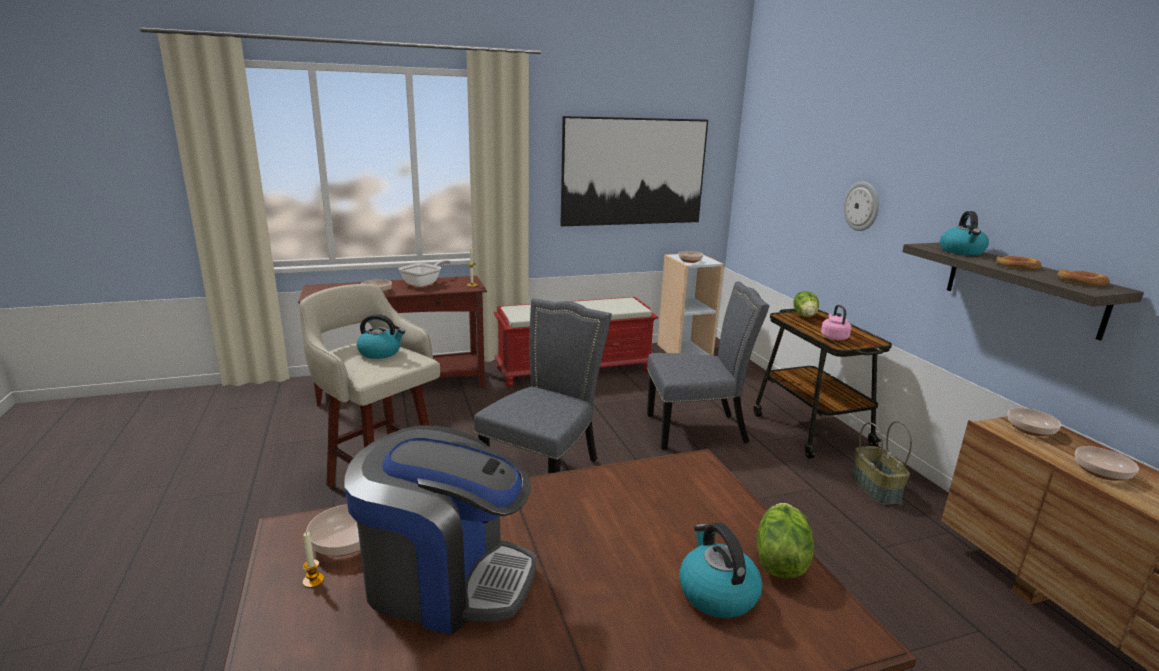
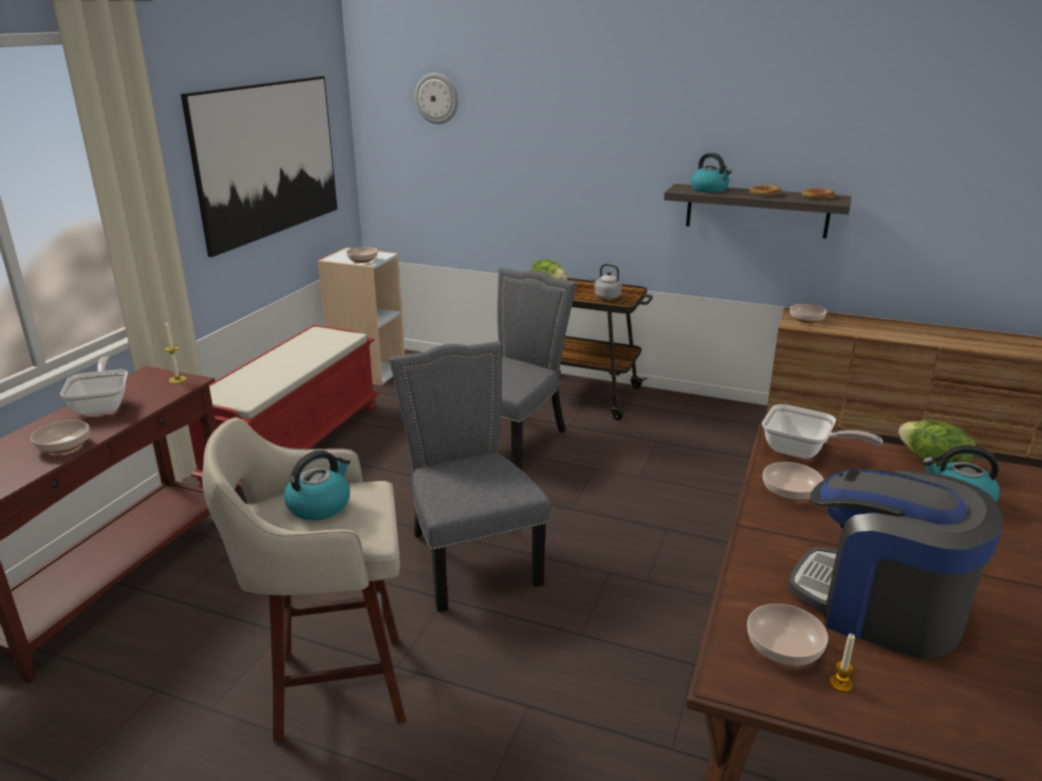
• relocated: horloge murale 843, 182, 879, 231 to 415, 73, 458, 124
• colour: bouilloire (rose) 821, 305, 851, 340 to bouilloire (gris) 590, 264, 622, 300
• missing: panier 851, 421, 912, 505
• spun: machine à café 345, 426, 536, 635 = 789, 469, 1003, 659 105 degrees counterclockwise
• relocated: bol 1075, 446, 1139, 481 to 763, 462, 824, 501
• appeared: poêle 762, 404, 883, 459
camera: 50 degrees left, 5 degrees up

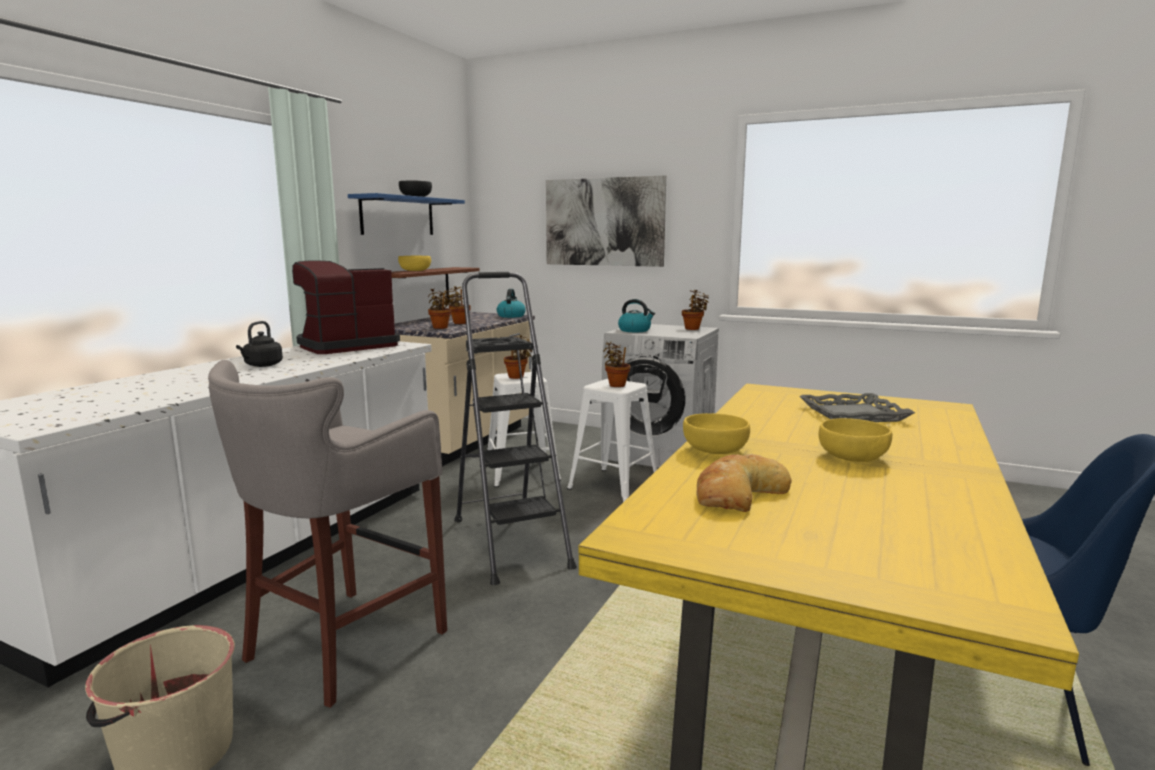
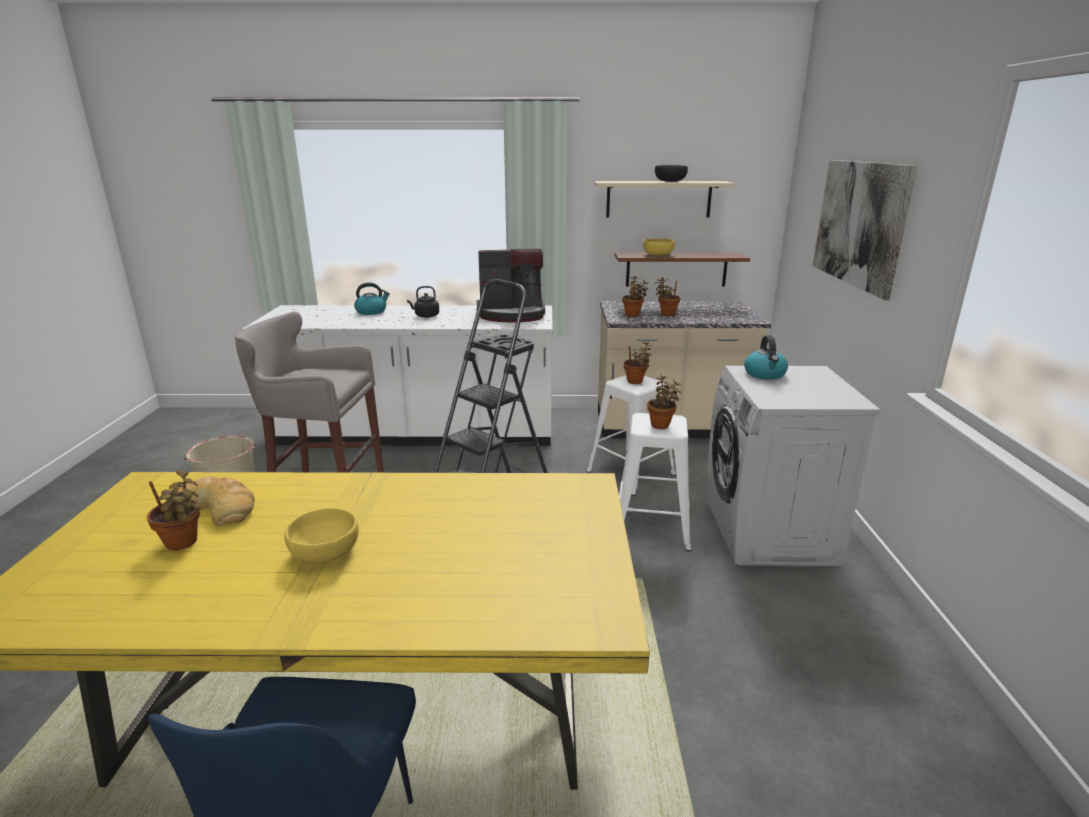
• colour: étagère (bleu) 348, 193, 465, 235 to étagère (beige) 594, 181, 735, 218
• spun: machine à café 292, 260, 400, 354 = 477, 248, 545, 323 150 degrees clockwise
• relocated: bouilloire 497, 289, 526, 318 to 354, 282, 390, 315
• relocated: plante en pot 682, 290, 709, 330 to 147, 470, 200, 550
• missing: plateau (gris) 800, 393, 915, 422
• missing: bol (jaune) 683, 413, 750, 454
camera: 65 degrees right, 10 degrees up

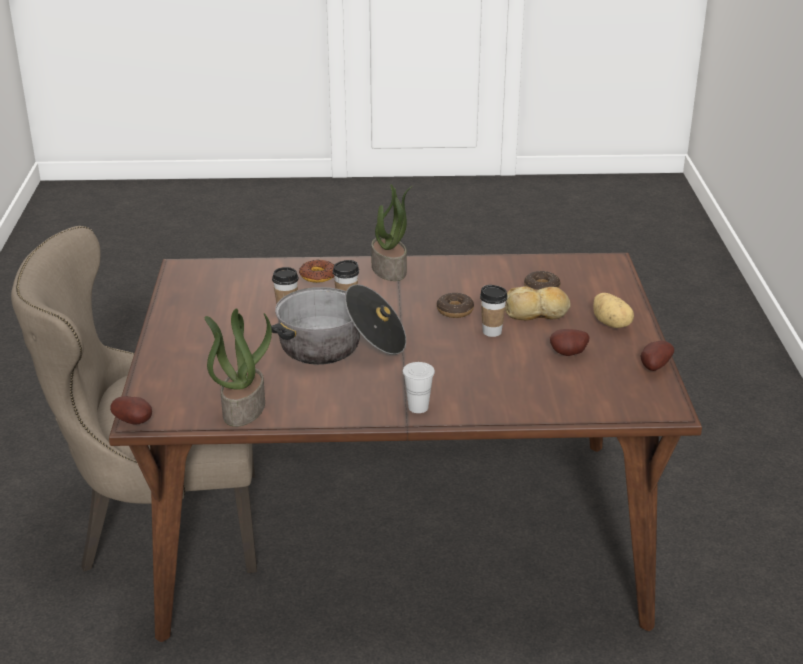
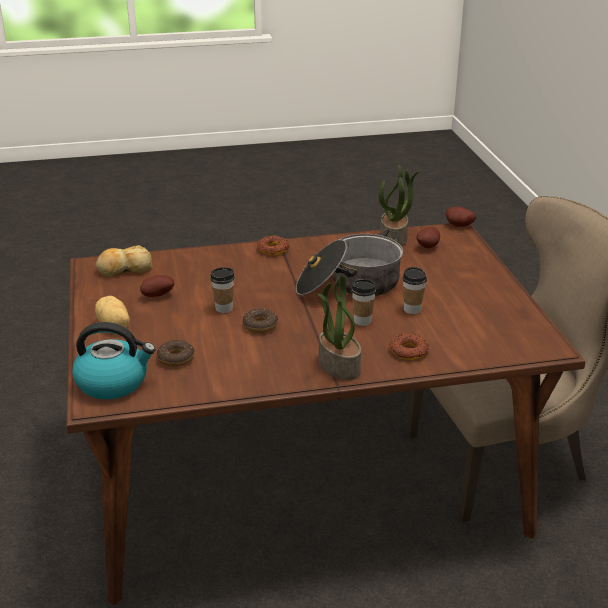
• relocated: pain 505, 286, 570, 321 to 96, 245, 152, 277
• relocated: pomme de terre 640, 341, 674, 371 to 416, 226, 440, 248
• exchanged: tasse (blanc) 403, 362, 435, 413 to beignet 257, 236, 289, 255
• appeared: bouilloire 72, 322, 155, 399
camera: 170 degrees right, 0 degrees up

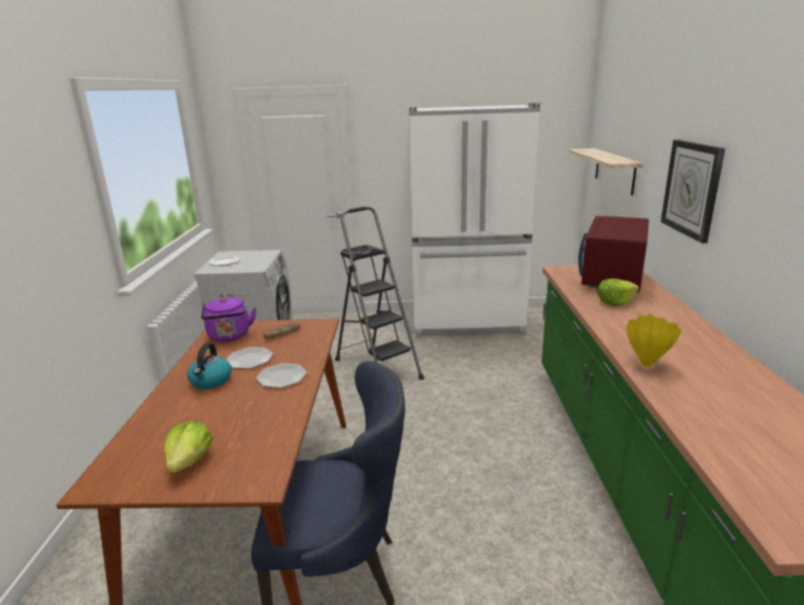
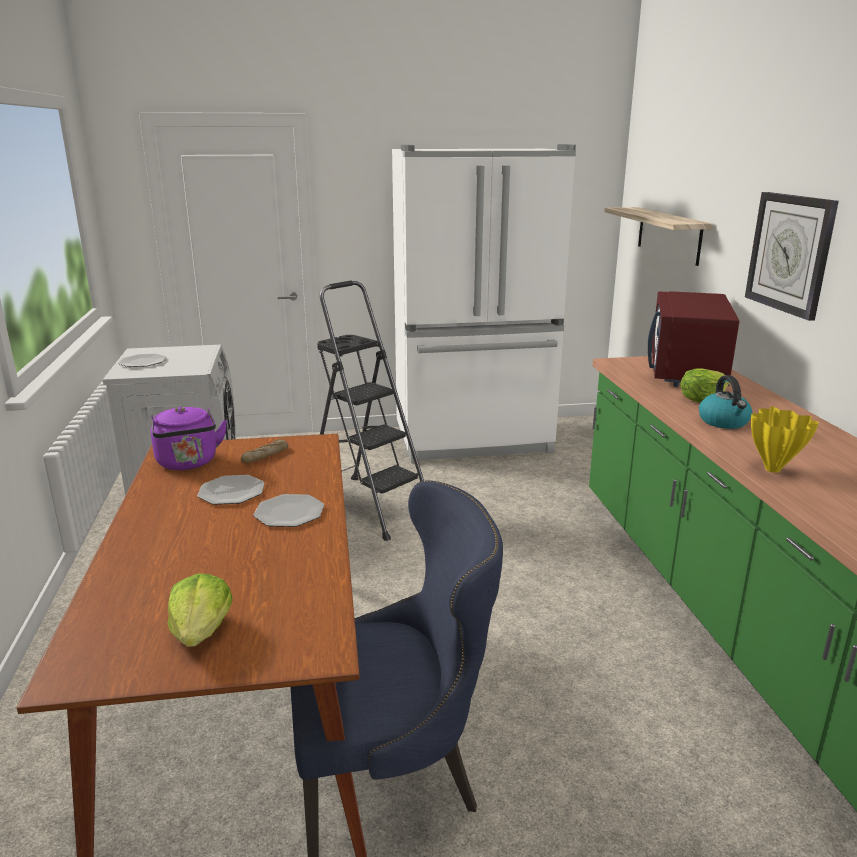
• relocated: bouilloire 187, 343, 232, 389 to 699, 375, 752, 429
camera: 10 degrees left, 0 degrees up

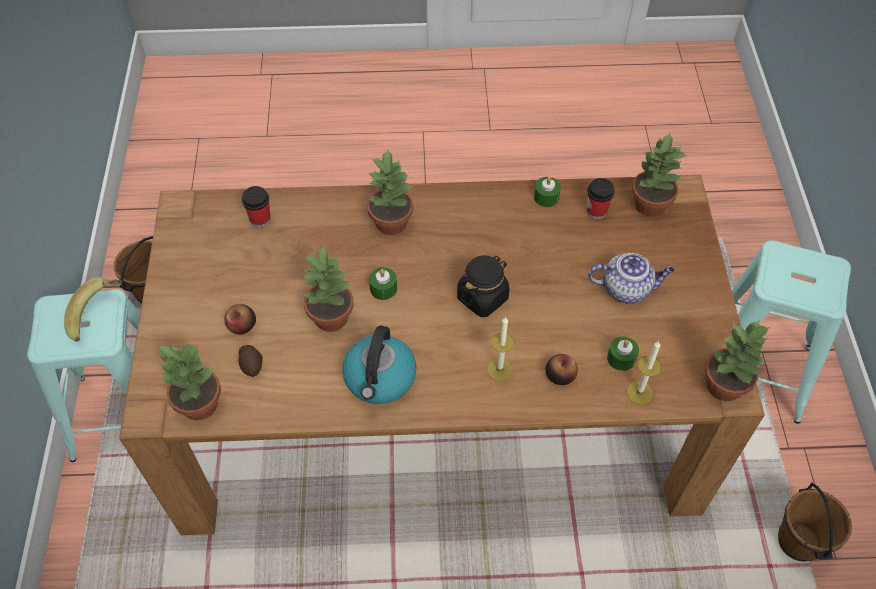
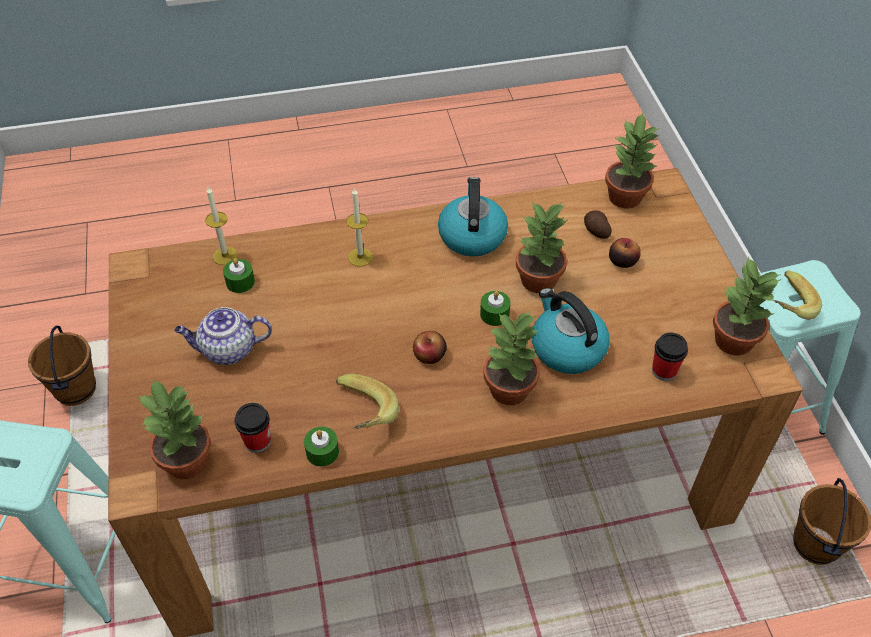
• missing: bocal (noir) 457, 256, 510, 317
• relocated: plante en pot 704, 320, 770, 401 to 713, 257, 781, 356
• relocated: pomme 546, 354, 578, 385 to 413, 331, 447, 364
• appeared: bouilloire 532, 288, 610, 374
• appeared: banane 336, 374, 399, 429
camera: 170 degrees right, 5 degrees down

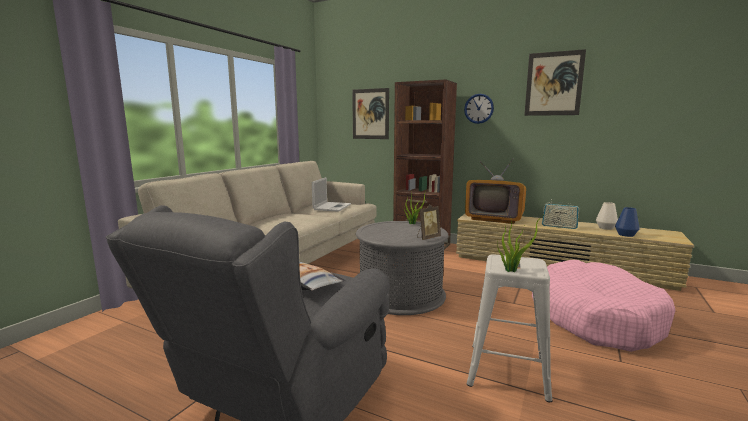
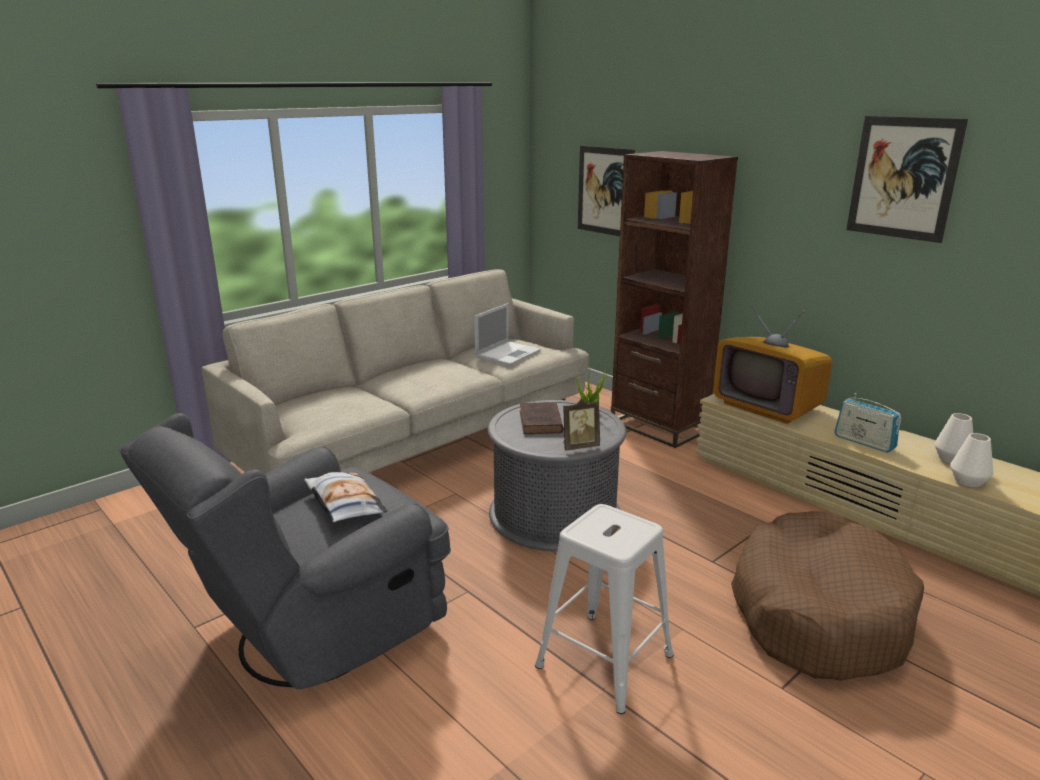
• missing: horloge murale 464, 94, 494, 124
• colour: vase (bleu) 615, 207, 640, 237 to vase (blanc) 950, 433, 993, 487
• missing: plante en pot 497, 215, 543, 272
• colour: panier pour chien (rose) 532, 260, 675, 352 to panier pour chien (marron) 731, 511, 924, 681
• appeared: livre (marron) 520, 402, 563, 434
camera: 20 degrees right, 10 degrees up

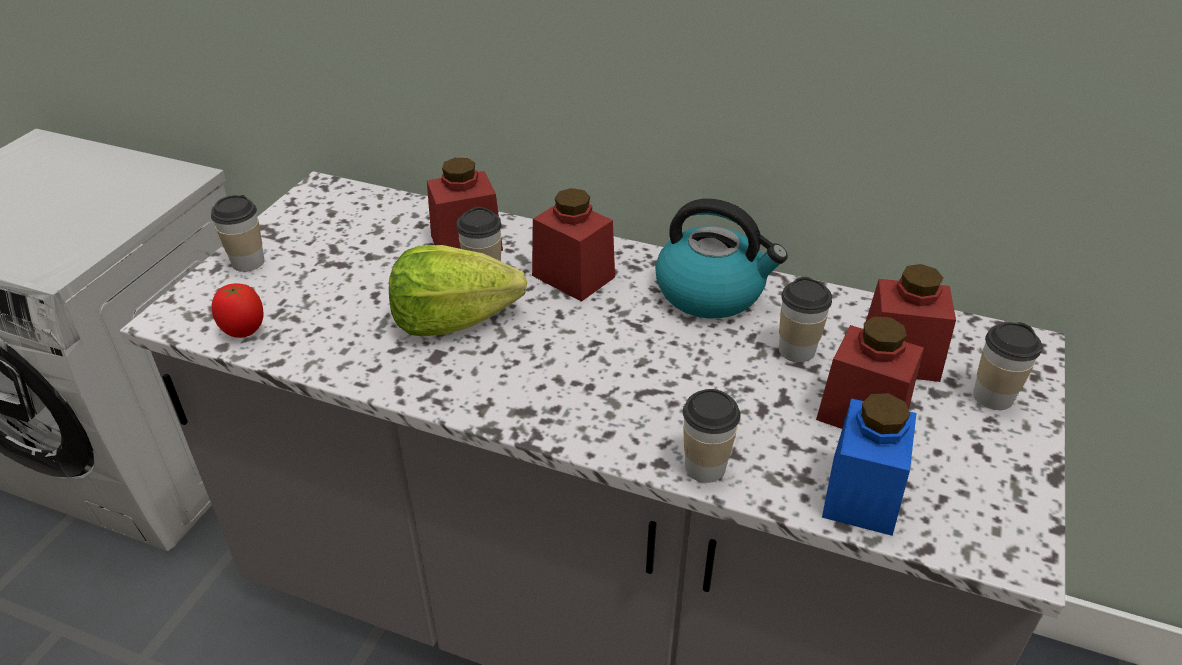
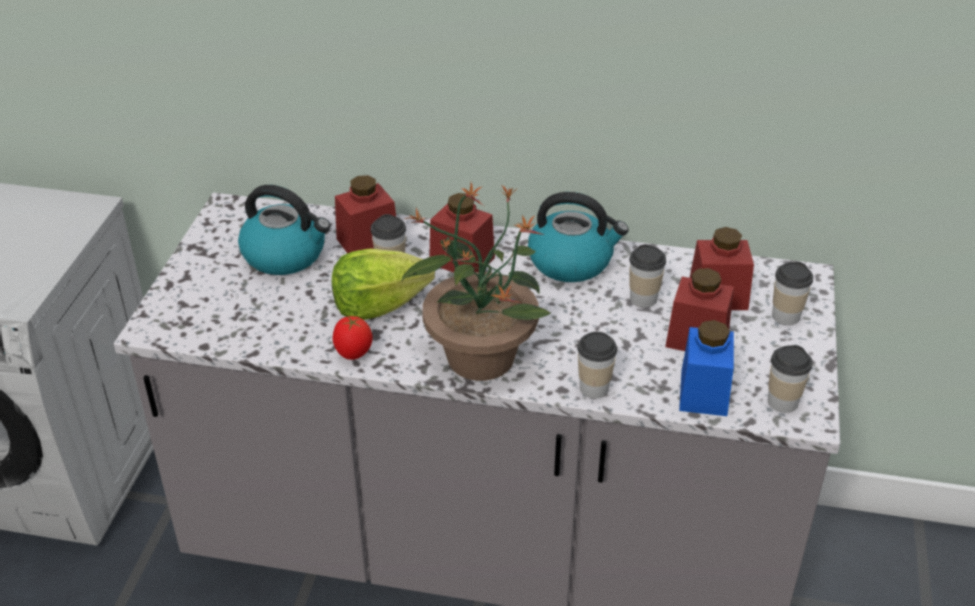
• relocated: tasse 211, 195, 265, 272 to 768, 345, 813, 413
• relocated: tomate 211, 283, 263, 338 to 332, 316, 372, 360
• appeared: plante en pot 401, 183, 551, 381
• appeared: bouilloire 238, 185, 330, 275
camera: 10 degrees left, 0 degrees up

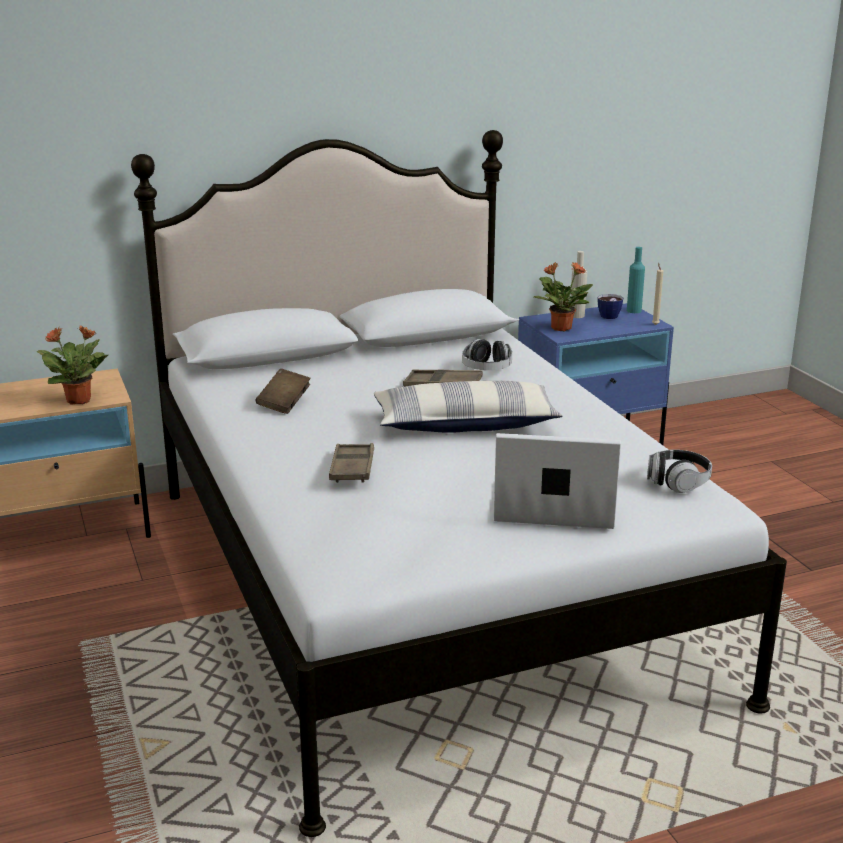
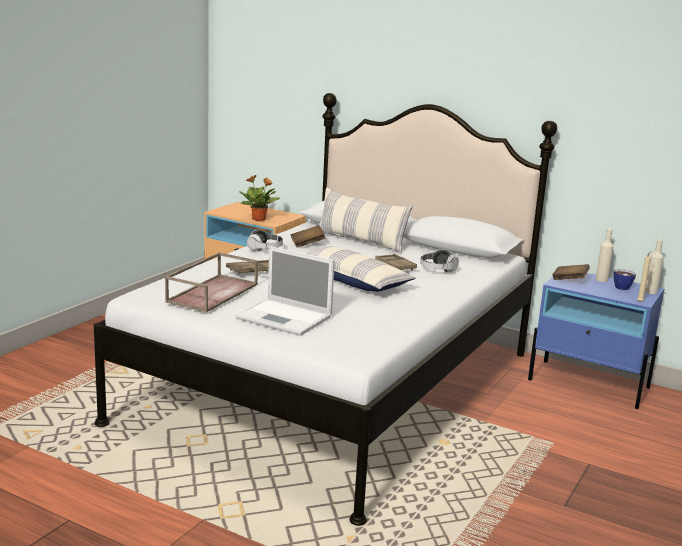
• colour: bouteille (turquoise) 627, 247, 645, 313 to bouteille (beige) 645, 239, 664, 294
• exchanged: plante en pot 533, 262, 593, 331 to livre (marron) 552, 264, 590, 280
• spun: ordinateur portable 494, 433, 621, 529 = 236, 246, 335, 336 150 degrees clockwise
• relocated: casque audio 647, 450, 712, 493 to 247, 230, 283, 251
• appeared: coussin 319, 188, 412, 253
• appeared: plateau (marron) 165, 252, 258, 312
camera: 50 degrees right, 5 degrees down

